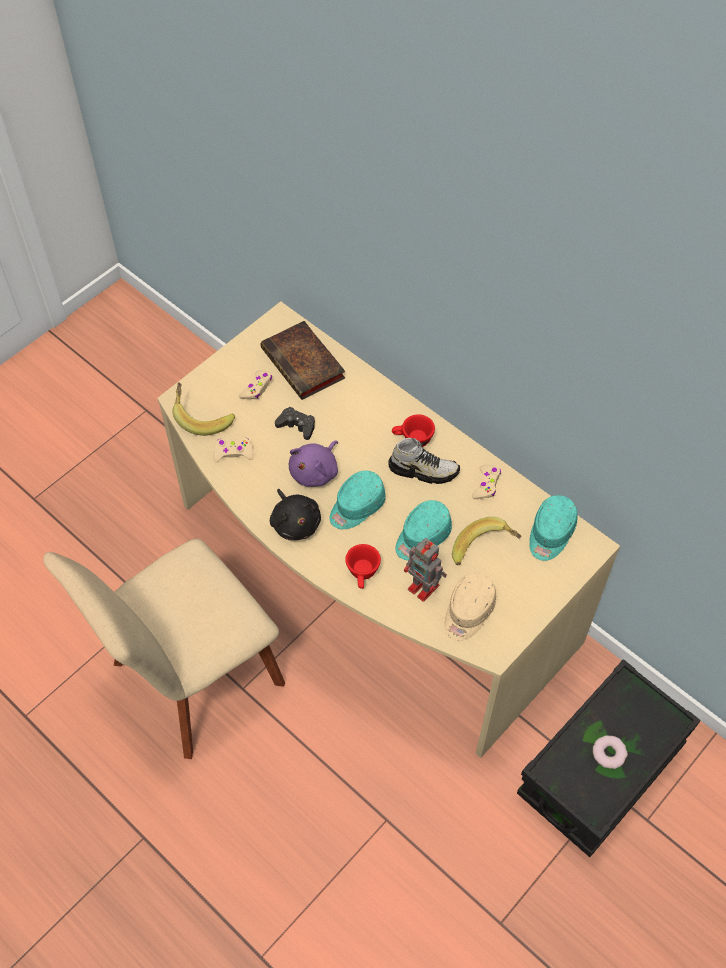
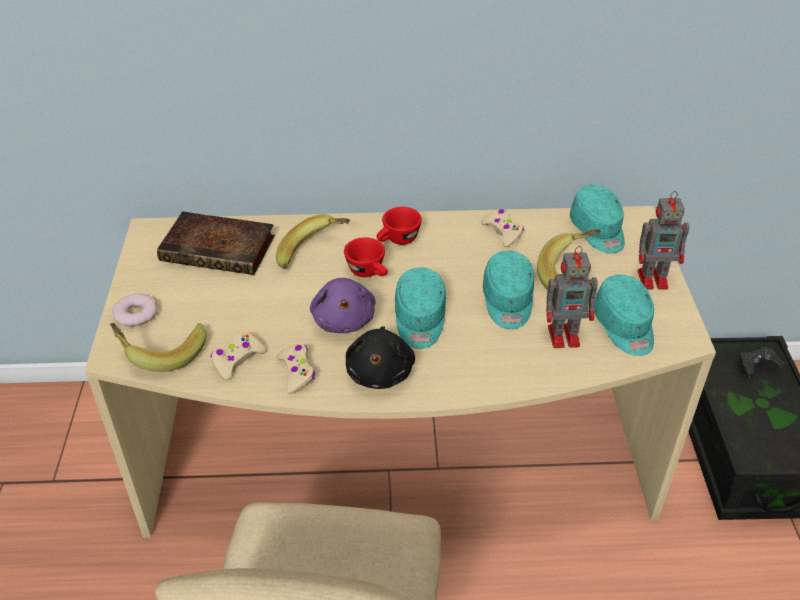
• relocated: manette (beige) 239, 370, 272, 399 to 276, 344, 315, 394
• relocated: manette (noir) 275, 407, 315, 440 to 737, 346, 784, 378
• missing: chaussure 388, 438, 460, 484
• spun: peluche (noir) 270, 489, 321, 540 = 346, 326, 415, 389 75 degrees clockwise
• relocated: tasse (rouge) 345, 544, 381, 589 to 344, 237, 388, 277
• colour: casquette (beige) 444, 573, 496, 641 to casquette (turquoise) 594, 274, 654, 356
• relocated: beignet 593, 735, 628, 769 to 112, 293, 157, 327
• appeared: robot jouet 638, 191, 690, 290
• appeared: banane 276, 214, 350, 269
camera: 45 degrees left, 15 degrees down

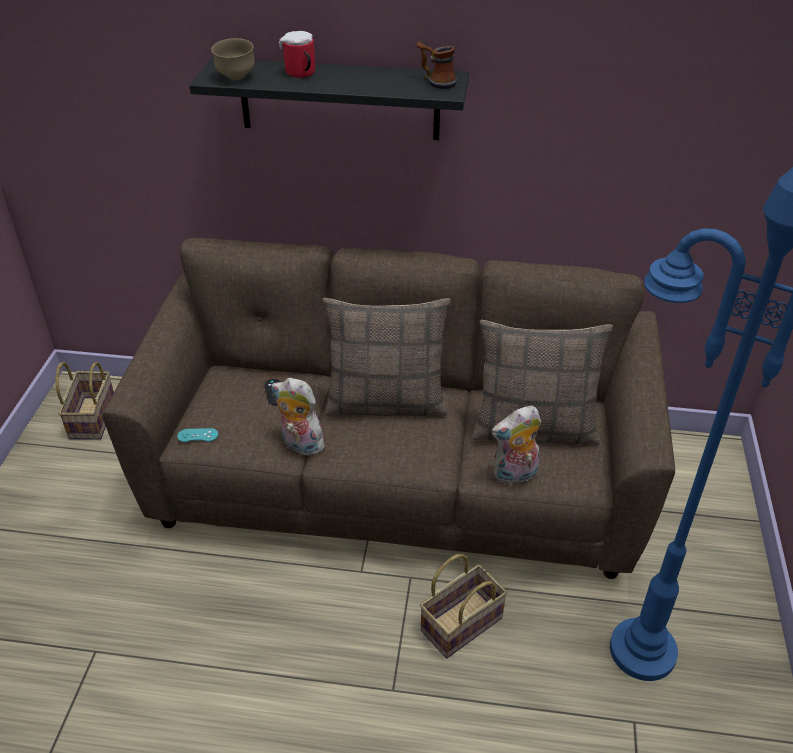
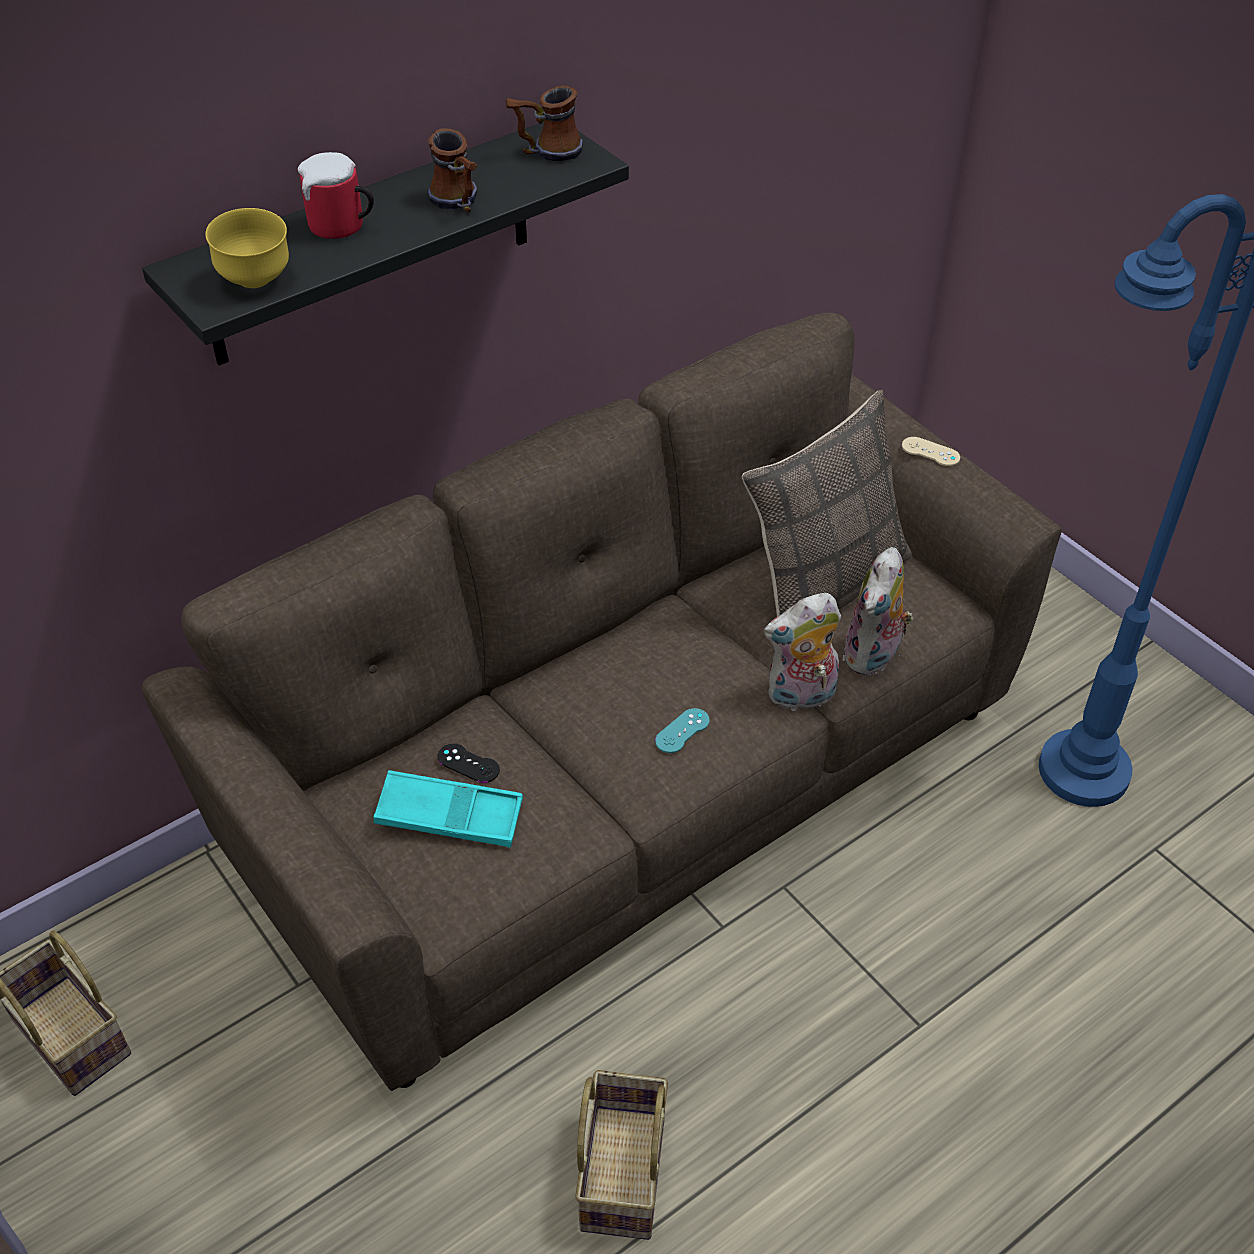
• colour: bol (marron) 211, 38, 255, 80 to bol (jaune) 205, 208, 289, 288
• missing: coussin 322, 298, 451, 416
• relocated: peluche 271, 378, 328, 456 to 764, 593, 841, 711
• relocated: manette (turquoise) 177, 428, 218, 442 to 655, 708, 710, 753
• relocated: panier 420, 554, 508, 658 to 575, 1070, 669, 1240
• appeared: mug 427, 128, 477, 213
• appeared: manette (beige) 902, 437, 960, 466
• appeared: plateau (turquoise) 373, 770, 523, 848
camera: 45 degrees left, 5 degrees up

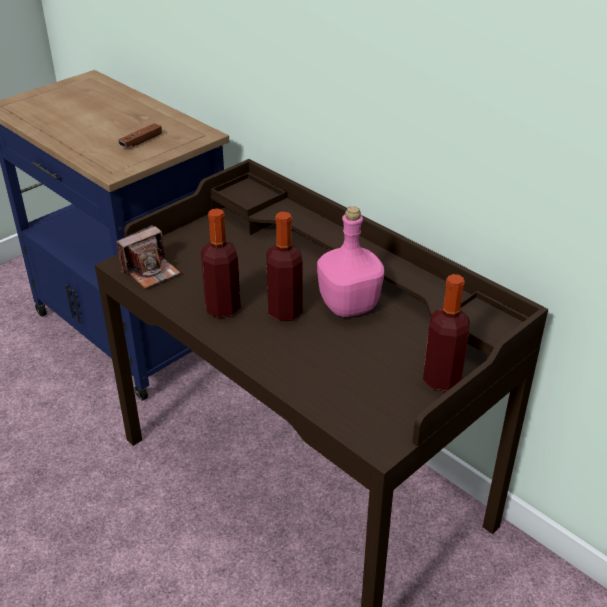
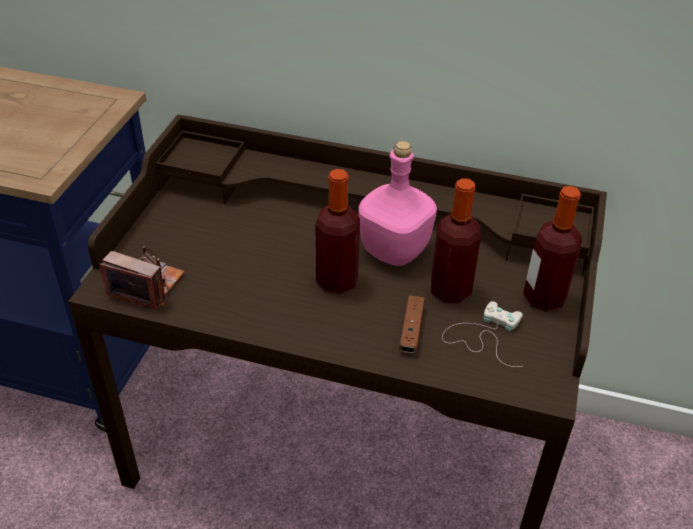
• relocated: manette (marron) 118, 123, 162, 148 to 399, 295, 425, 353
• relocated: bouteille 201, 208, 241, 318 to 431, 178, 481, 303
• spun: appareil photo 116, 225, 181, 288 = 100, 246, 185, 309 90 degrees counterclockwise
• appeared: manette (blanc) 442, 301, 523, 367
camera: 30 degrees left, 5 degrees up

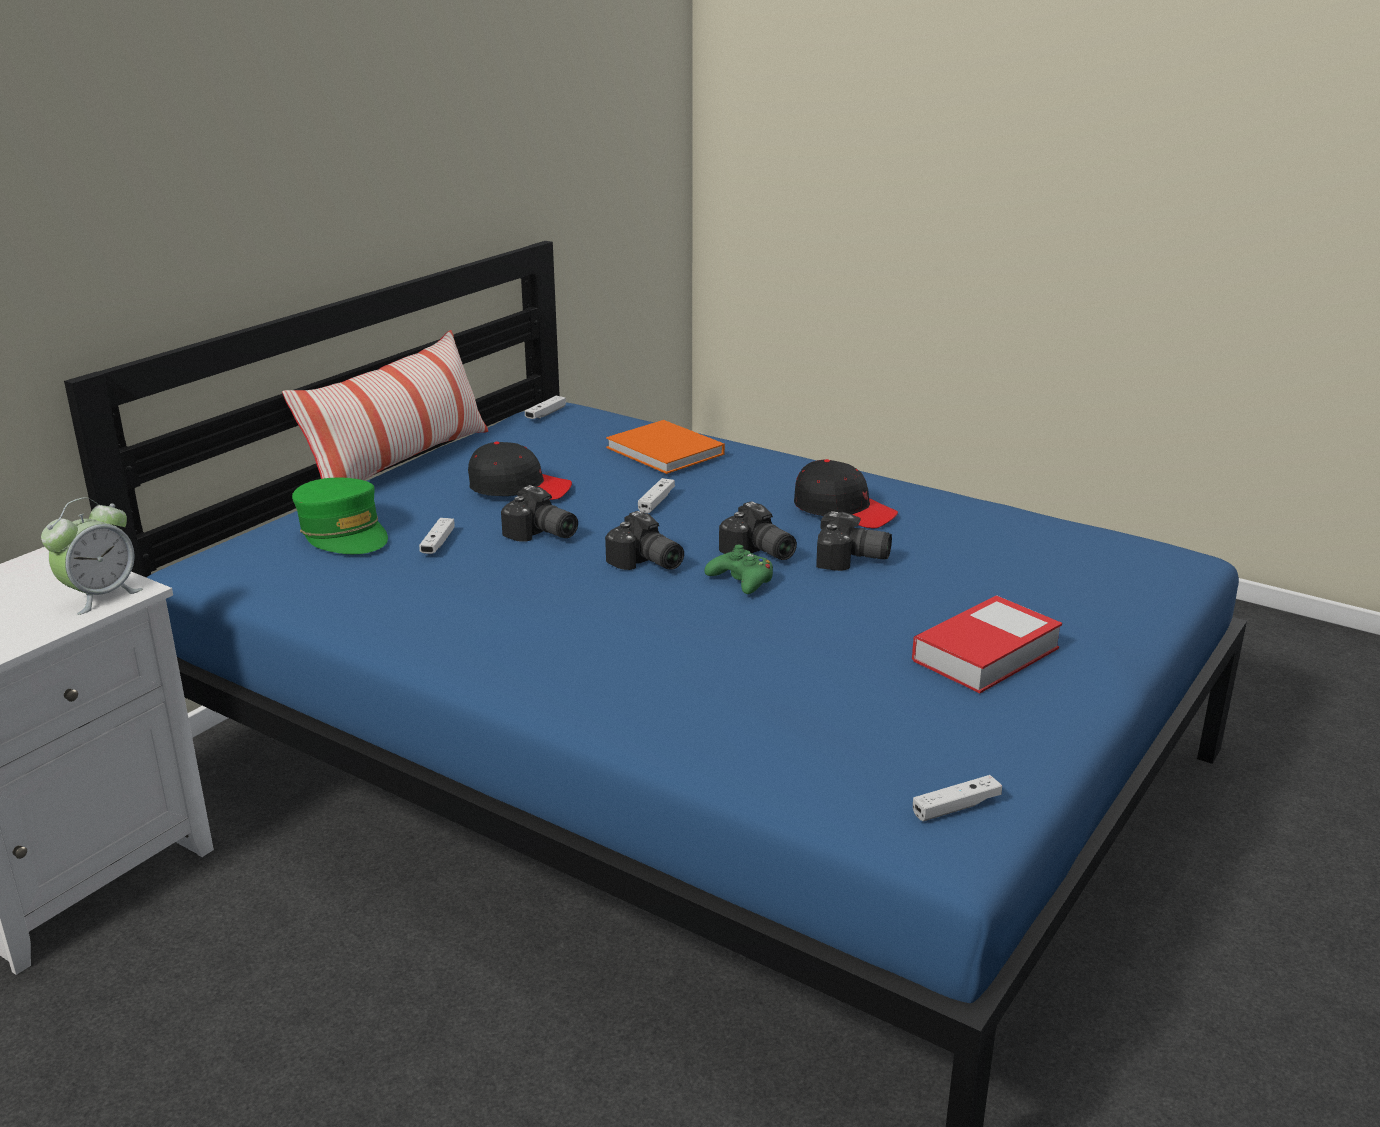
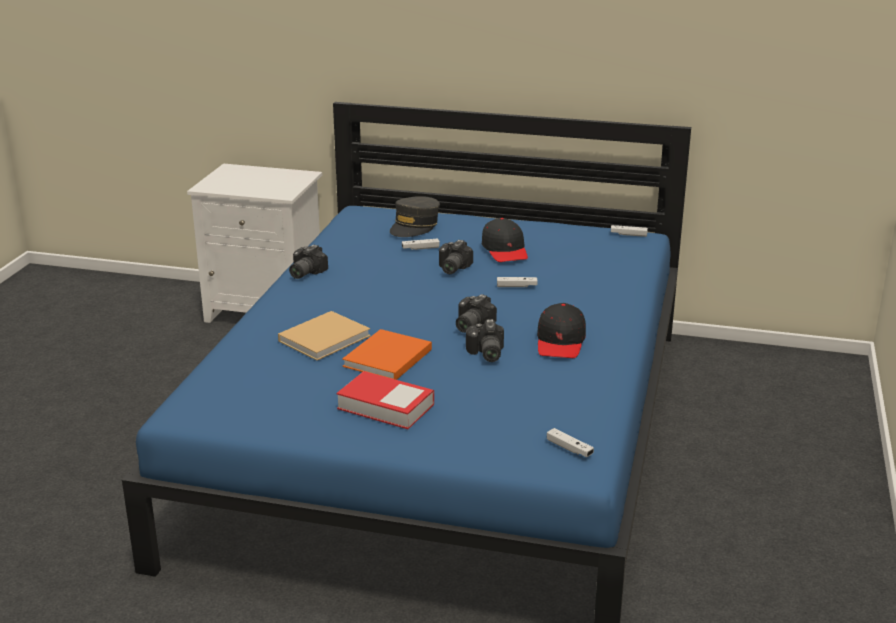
• missing: coussin 282, 330, 488, 480
• relocated: livre (orange) 606, 420, 725, 474 to 342, 329, 432, 380
• colour: casquette (vert) 292, 478, 388, 554 to casquette (gris) 390, 196, 440, 237
• missing: réveil 41, 497, 143, 615
• relocated: appareil photo 605, 511, 684, 570 to 289, 245, 328, 279
• missing: manette (vert) 704, 545, 773, 594
• relocated: manette (blanc) 913, 775, 1002, 821 to 547, 428, 594, 457
• appeared: livre (beige) 278, 311, 371, 361
camera: 70 degrees right, 0 degrees up

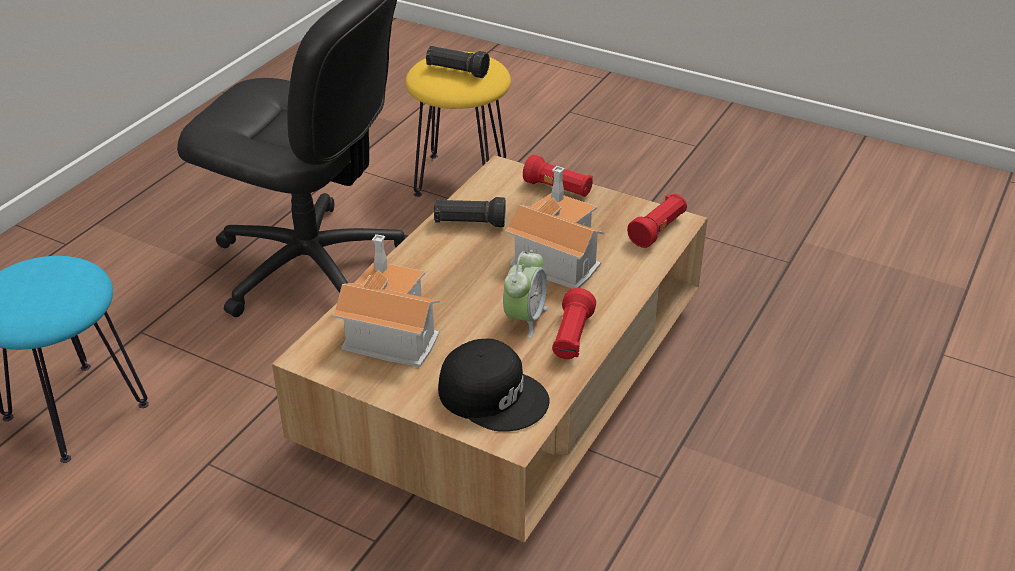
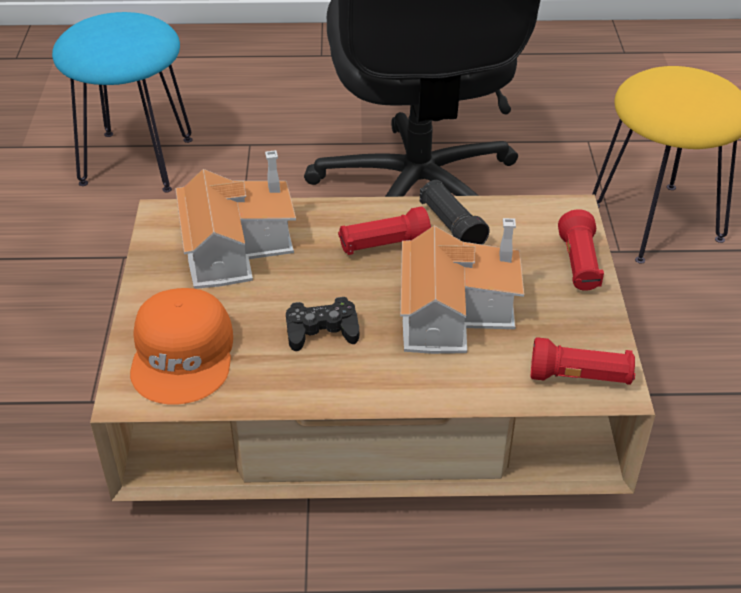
• missing: lampe de poche (noir) 426, 46, 490, 78
• exchanged: réveil 503, 250, 548, 339 to manette (noir) 286, 297, 359, 351
• relocated: lampe de poche (rouge) 552, 288, 596, 359 to 338, 207, 431, 255
• colour: casquette (noir) 438, 339, 550, 432 to casquette (orange) 130, 288, 233, 405
camera: 60 degrees right, 5 degrees up

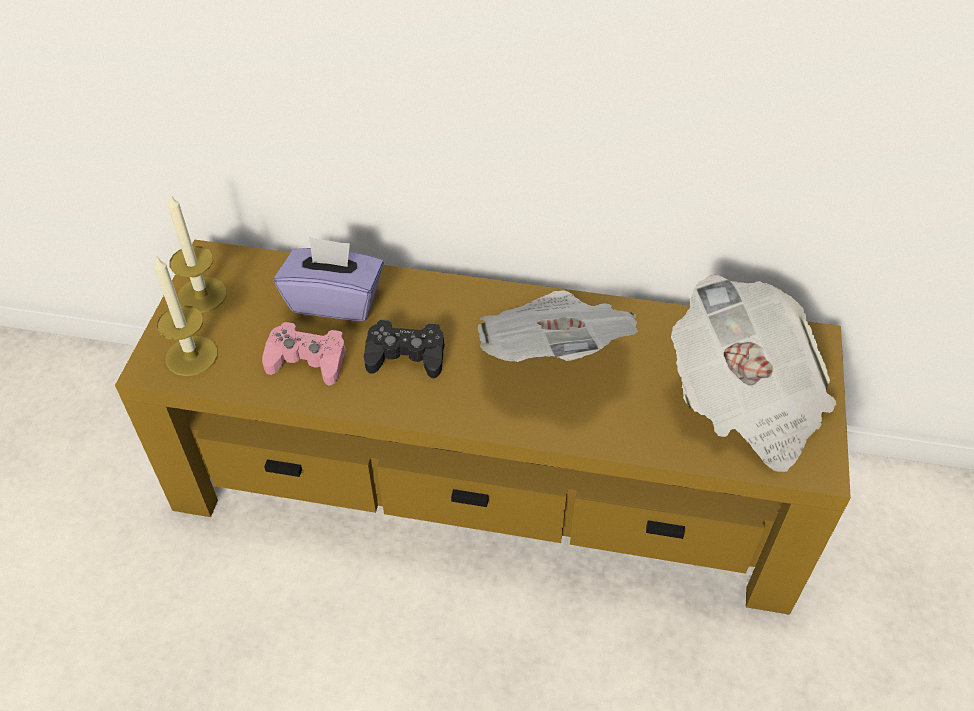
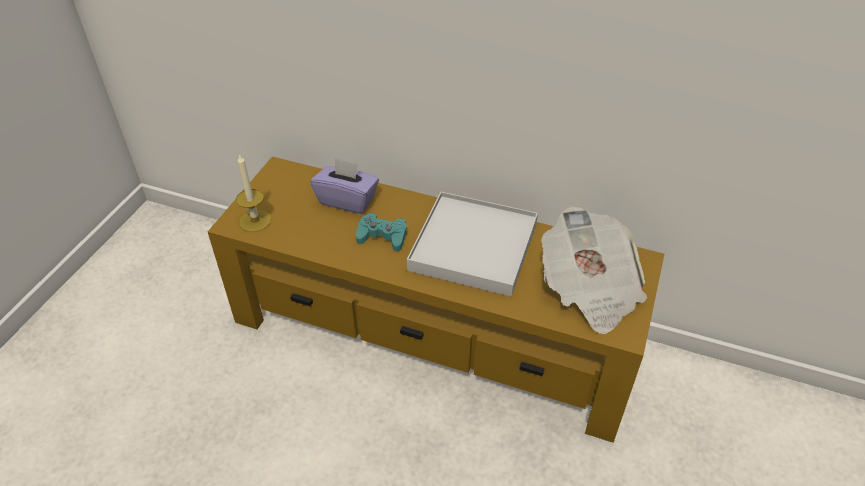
• missing: bougie 168, 194, 227, 313
• exchanged: journal 477, 290, 638, 362 to plateau (blanc) 407, 192, 538, 297
• colour: manette (noir) 364, 320, 445, 378 to manette (turquoise) 356, 213, 407, 252
• missing: manette (rose) 262, 322, 346, 386
camera: 10 degrees right, 5 degrees down

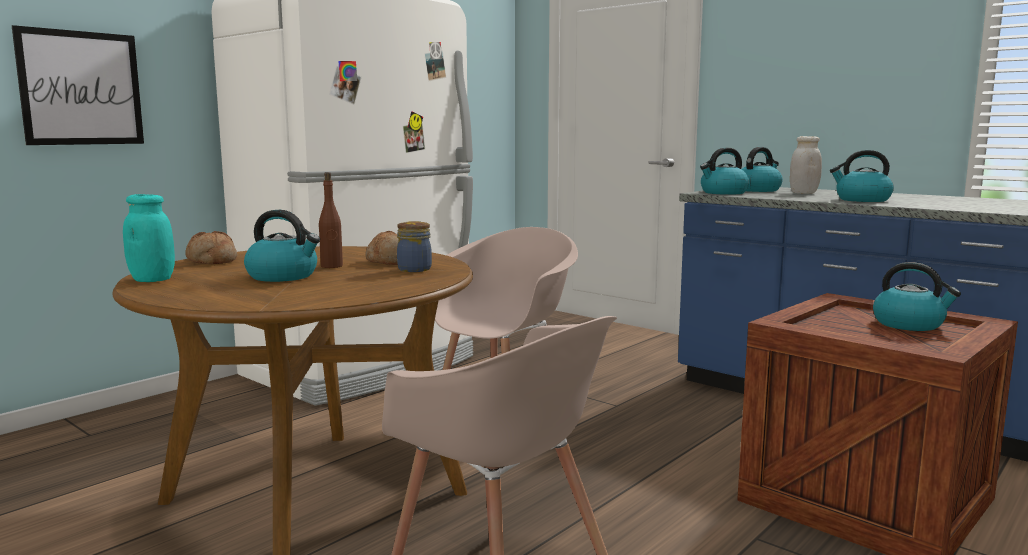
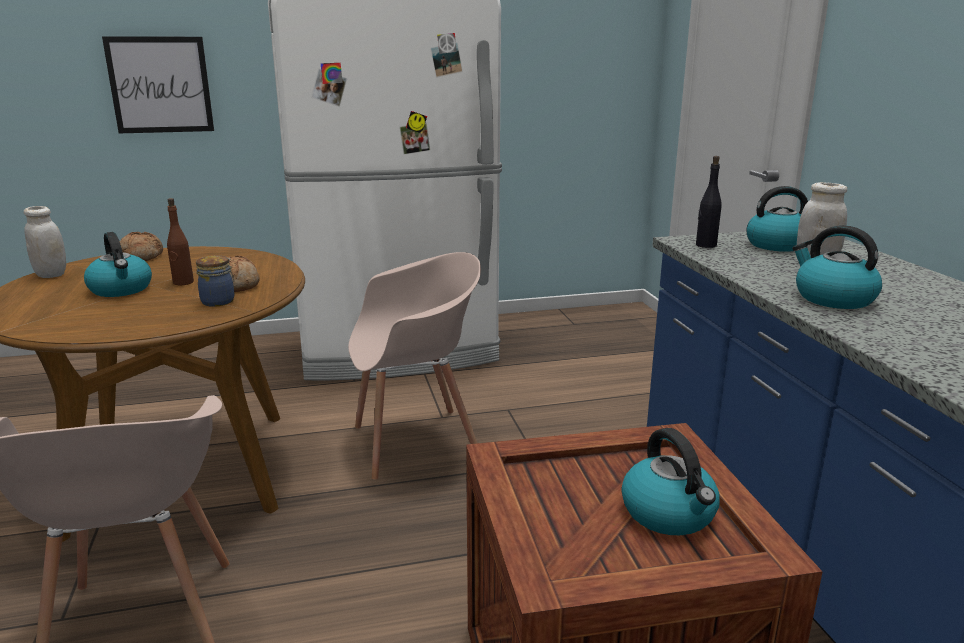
• exchanged: bouilloire 700, 148, 749, 195 to bouteille (noir) 696, 156, 722, 248
• colour: bocal (turquoise) 123, 194, 175, 282 to bocal (blanc) 24, 206, 66, 278
camera: 35 degrees right, 10 degrees up

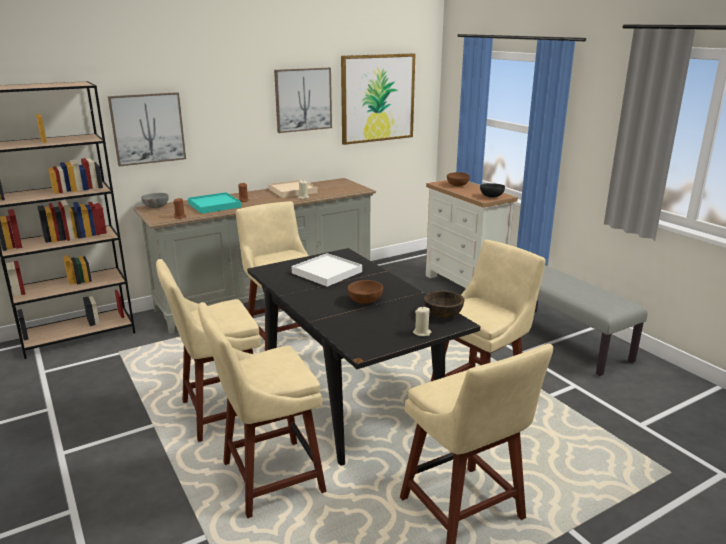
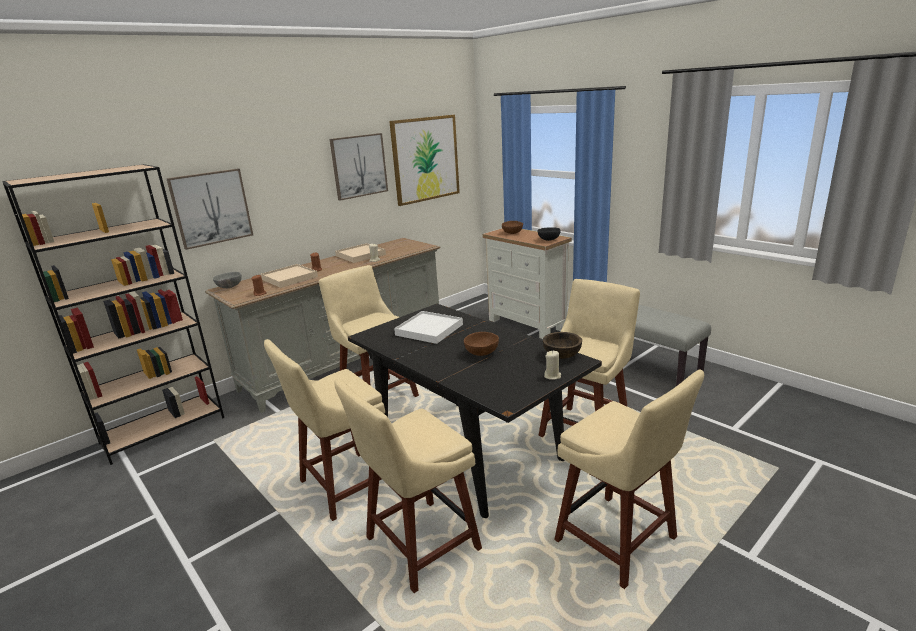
• colour: plateau (turquoise) 188, 192, 241, 214 to plateau (beige) 261, 264, 318, 288
camera: 10 degrees left, 0 degrees up

